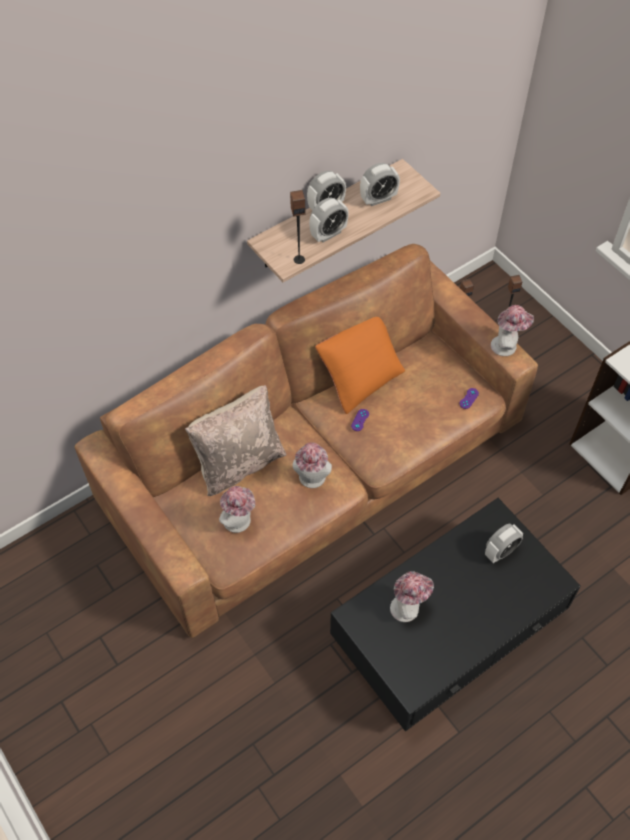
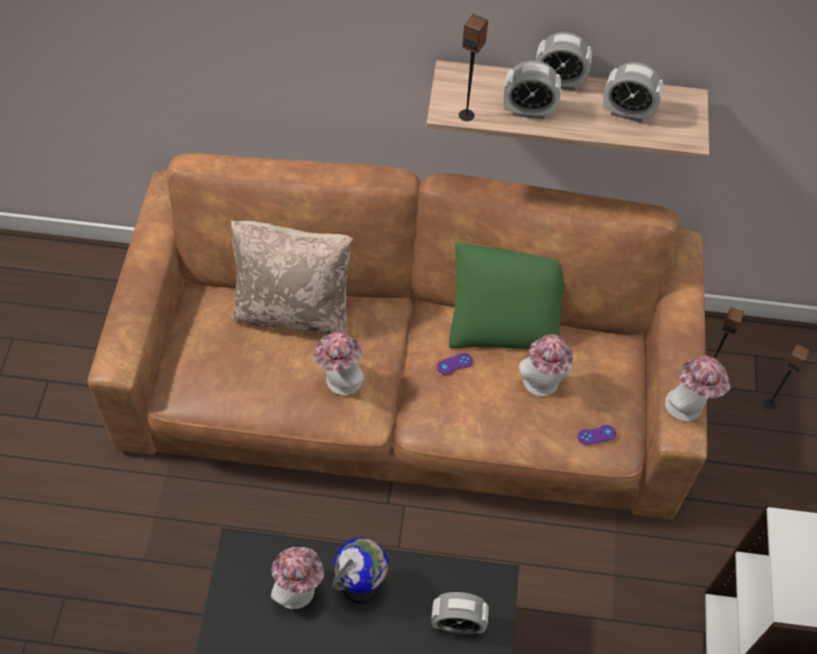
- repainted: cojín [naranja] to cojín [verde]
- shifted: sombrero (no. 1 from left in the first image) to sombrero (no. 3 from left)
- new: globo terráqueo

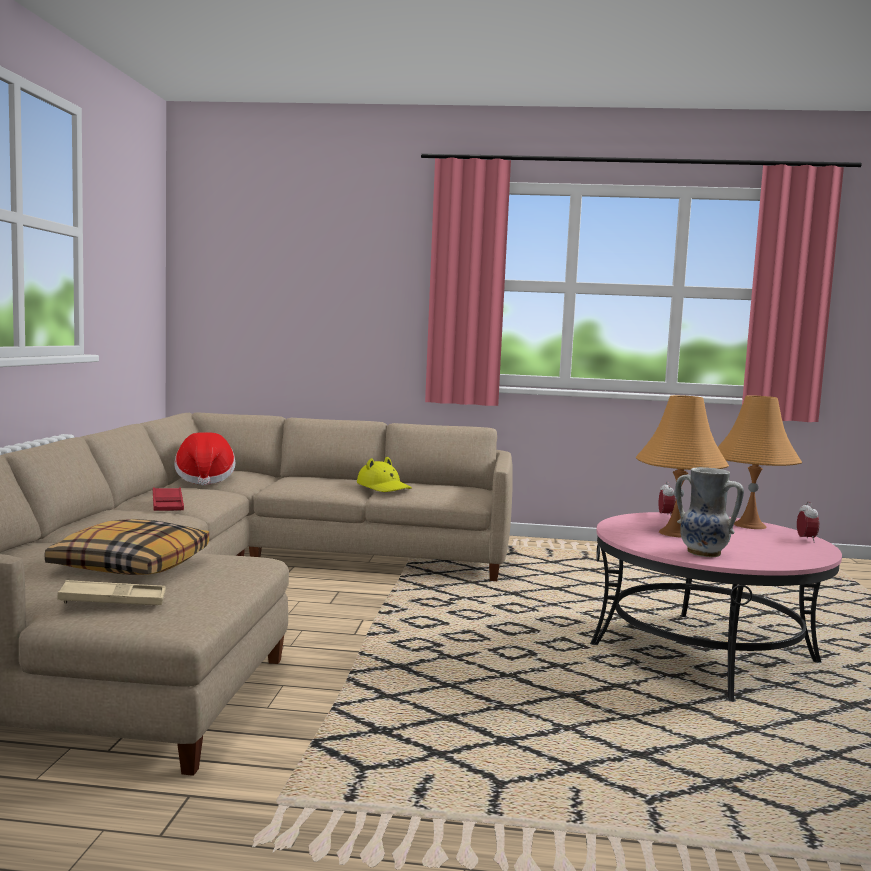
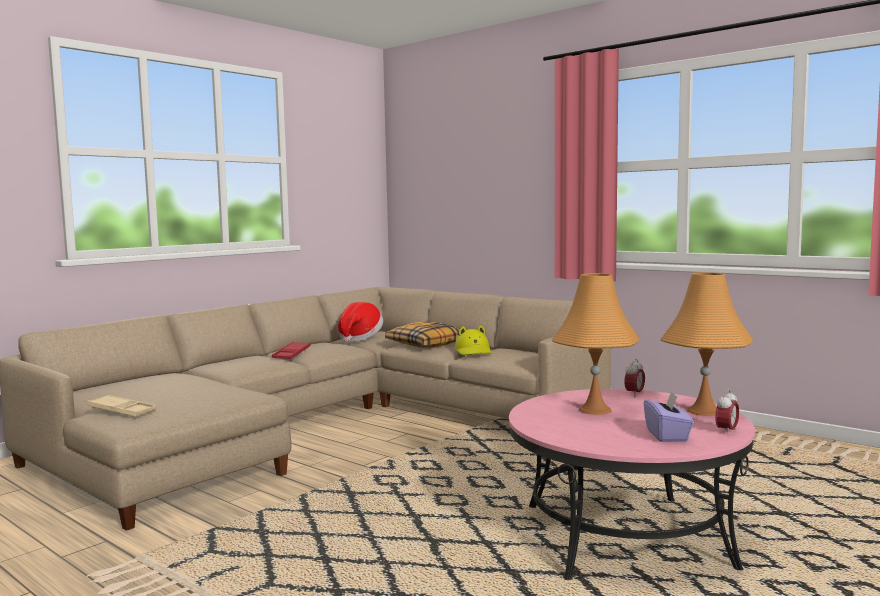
- gone: florero
- shifted: cojín
- new: caja de pañuelos [morado]

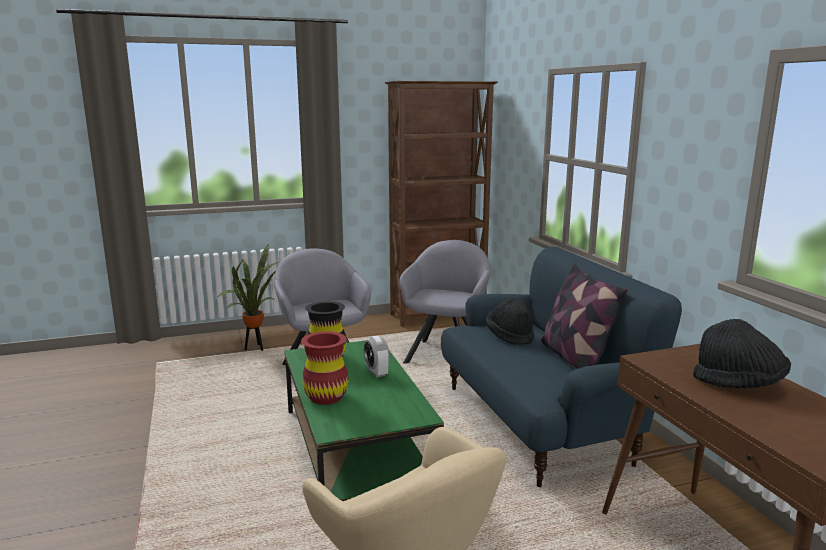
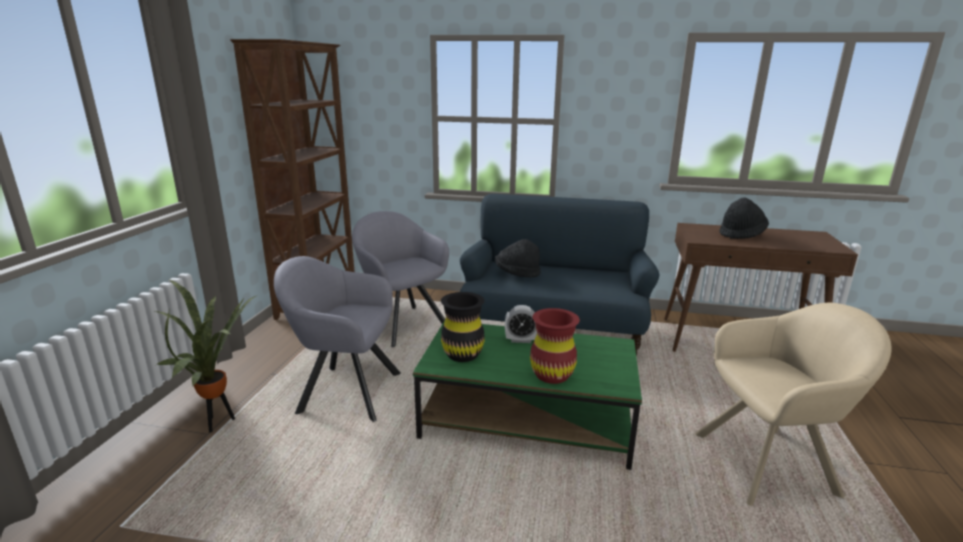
- gone: cojín

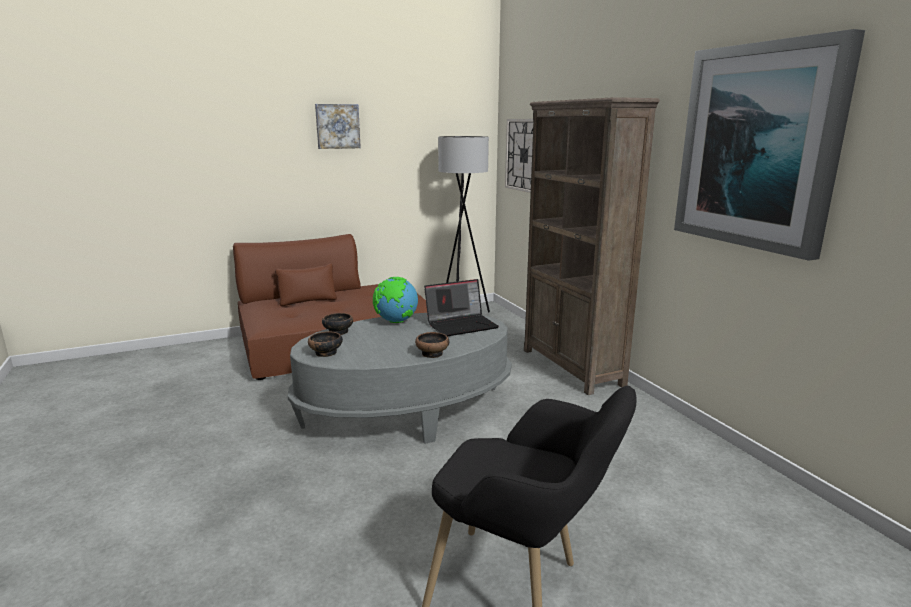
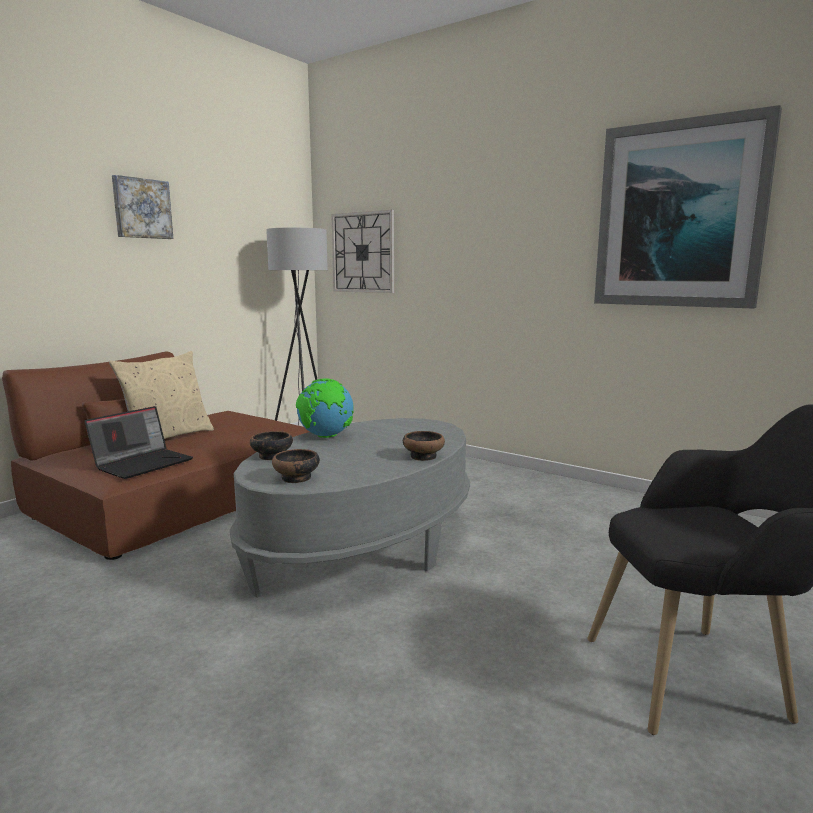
- gone: estantería [marrón]
- shifted: portátil
- new: cojín [beis]

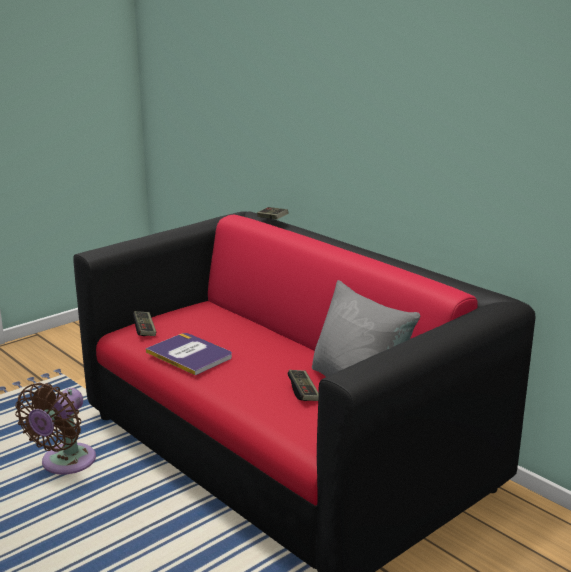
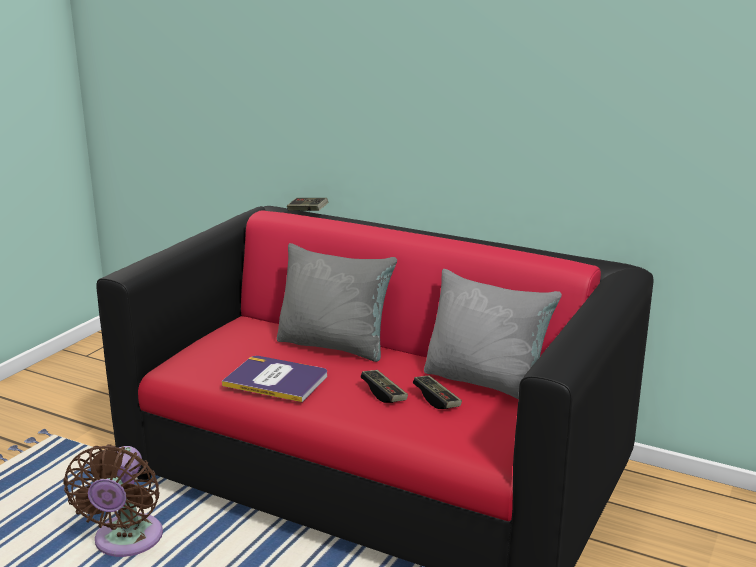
- shifted: mando de consola (no. 1 from left in the first image) to mando de consola (no. 2 from left)
- new: cojín [gris] (no. 1 from left)

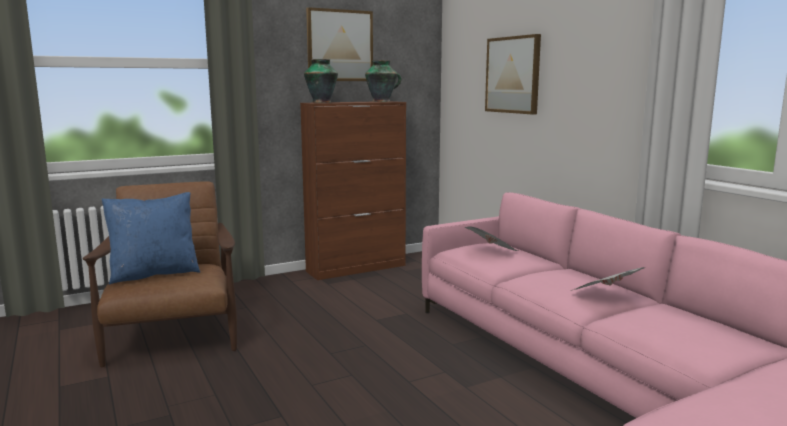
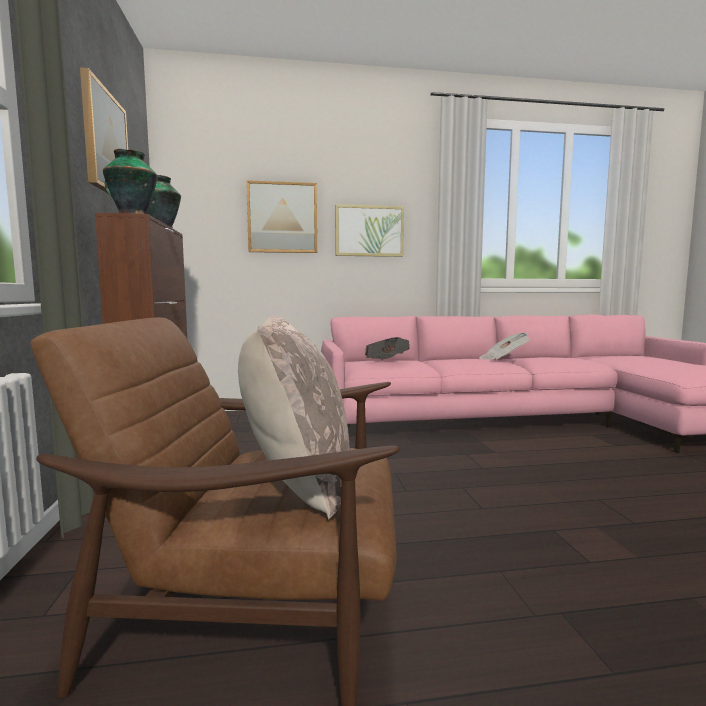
- repainted: cojín [azul] to cojín [beis]
- new: cuadro (no. 3 from left)

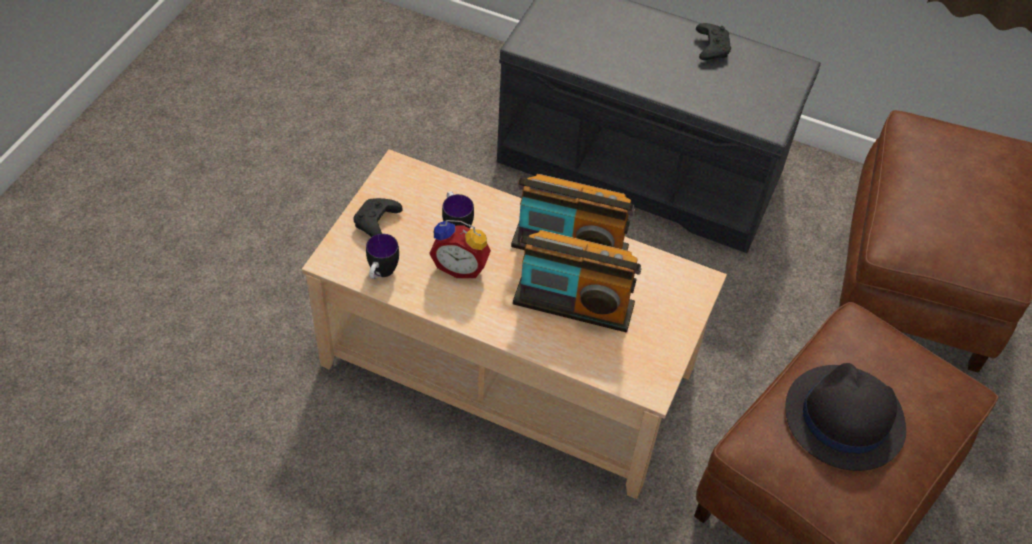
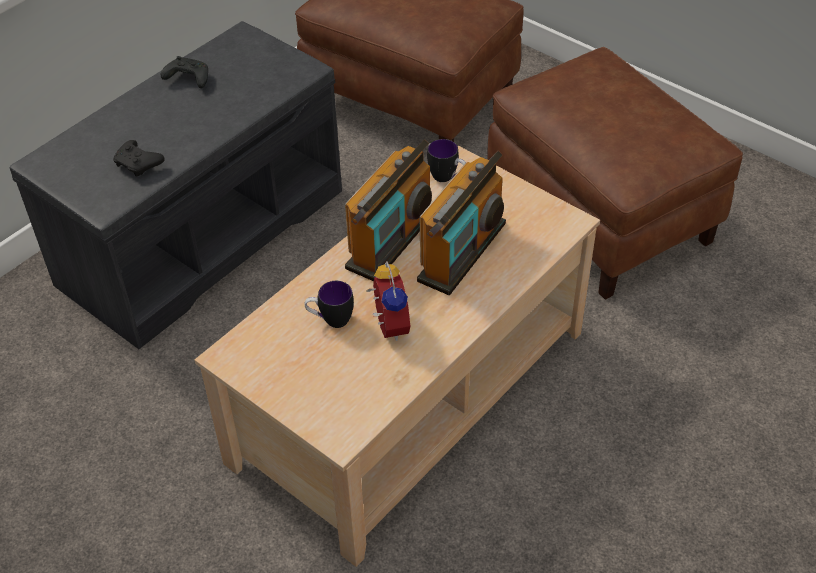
- shifted: mando de consola [negro] (no. 1 from left)
- rotated: despertador 45 degrees counterclockwise
- shifted: taza grande (no. 1 from left in the first image) to taza grande (no. 2 from left)
- gone: sombrero [negro]

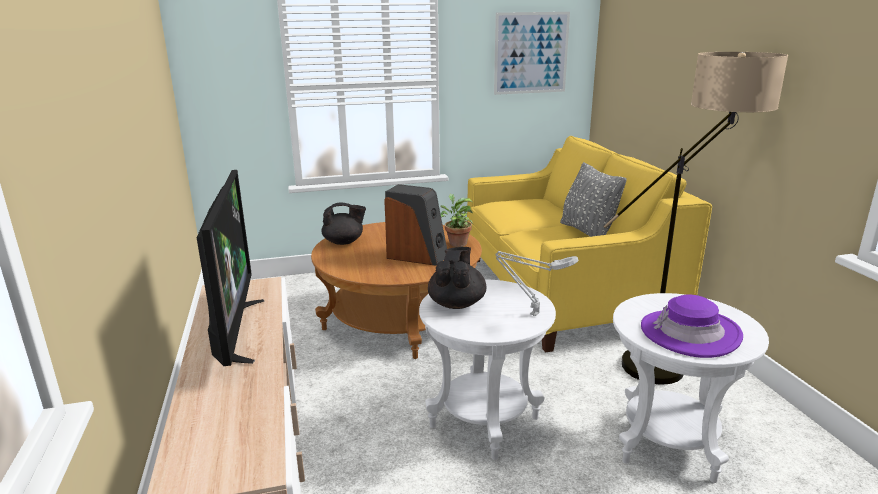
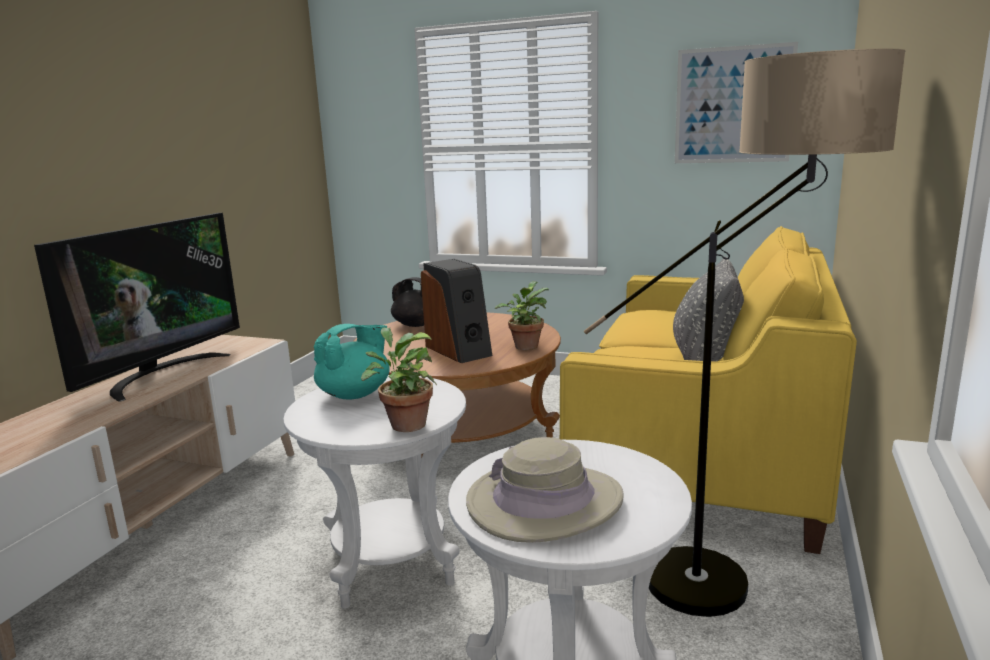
- repainted: tetera [negro] (no. 2 from left) to tetera [turquesa]
- swapped: lámpara de mesa [gris] to planta en maceta (no. 1 from left)
- repainted: sombrero [morado] to sombrero [beis]

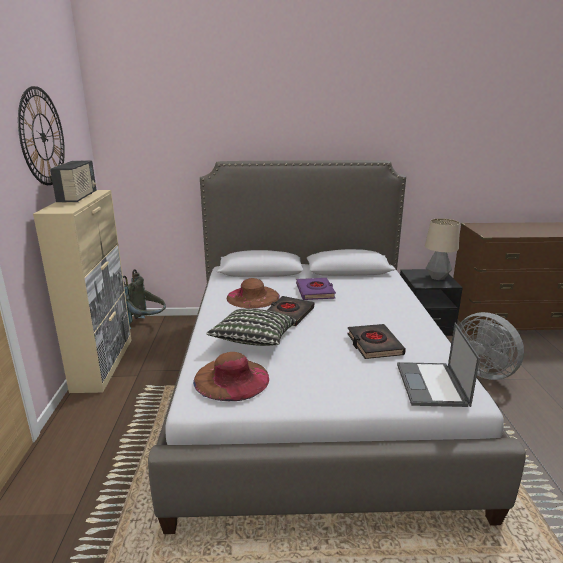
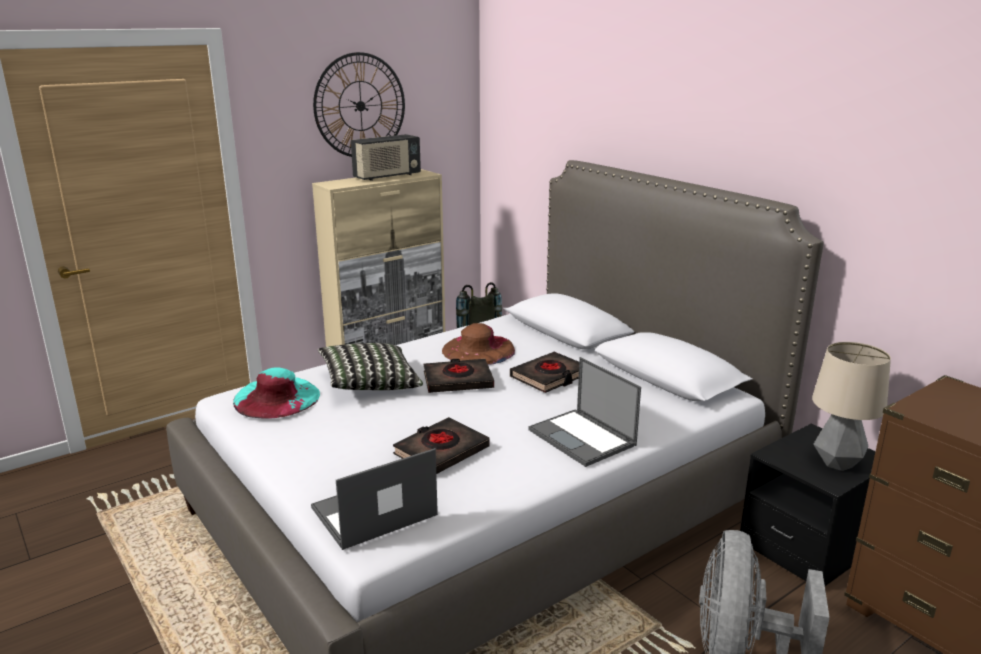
- repainted: libro [morado] to libro [negro] (no. 3 from left)
- repainted: sombrero [marrón] (no. 1 from left) to sombrero [turquesa]
- new: portátil (no. 2 from left)

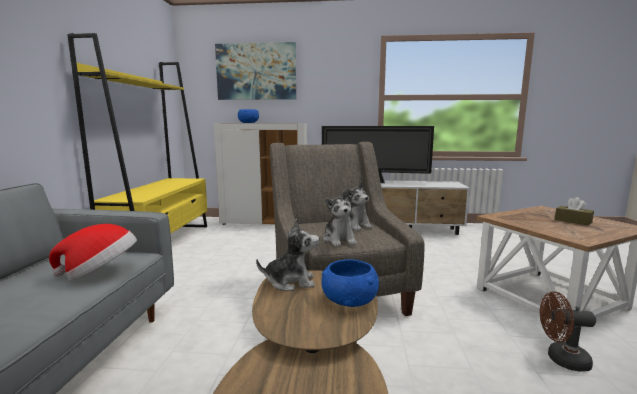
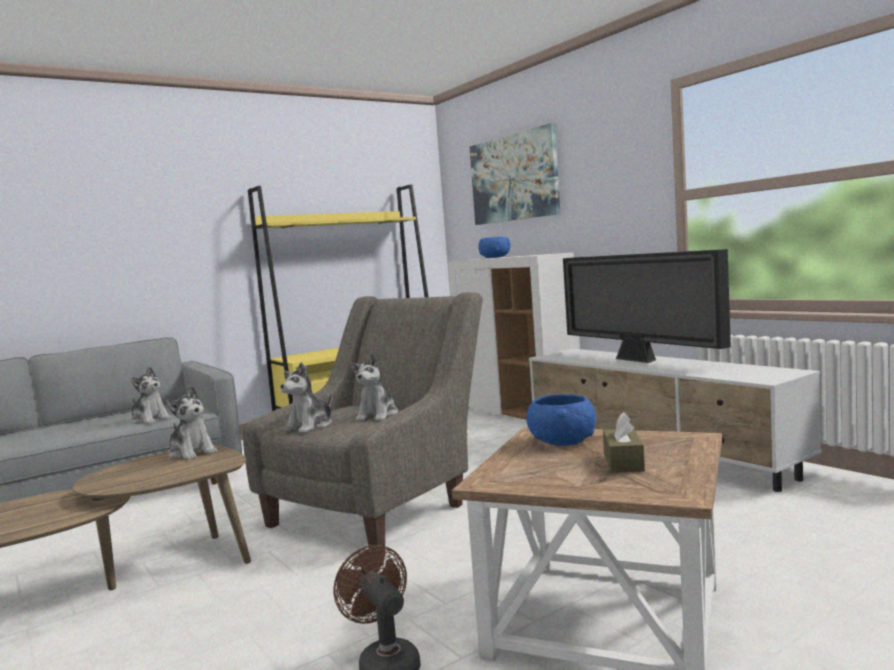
- swapped: sombrero to peluche (no. 1 from left)
- shifted: cuenco [azul] (no. 2 from left)

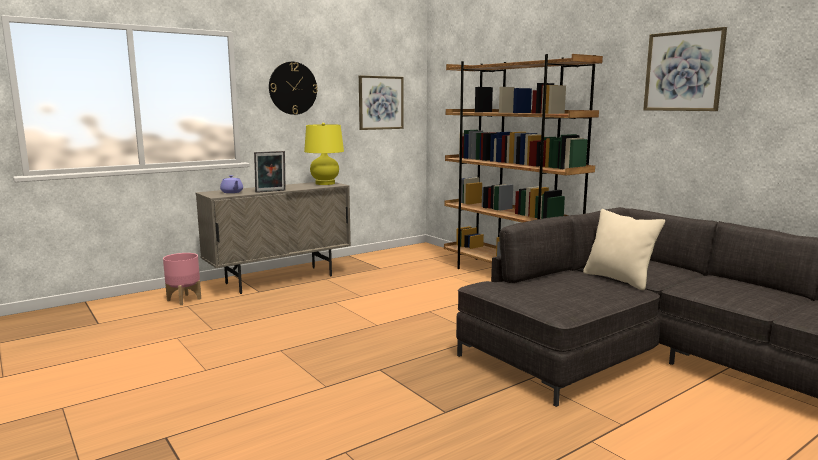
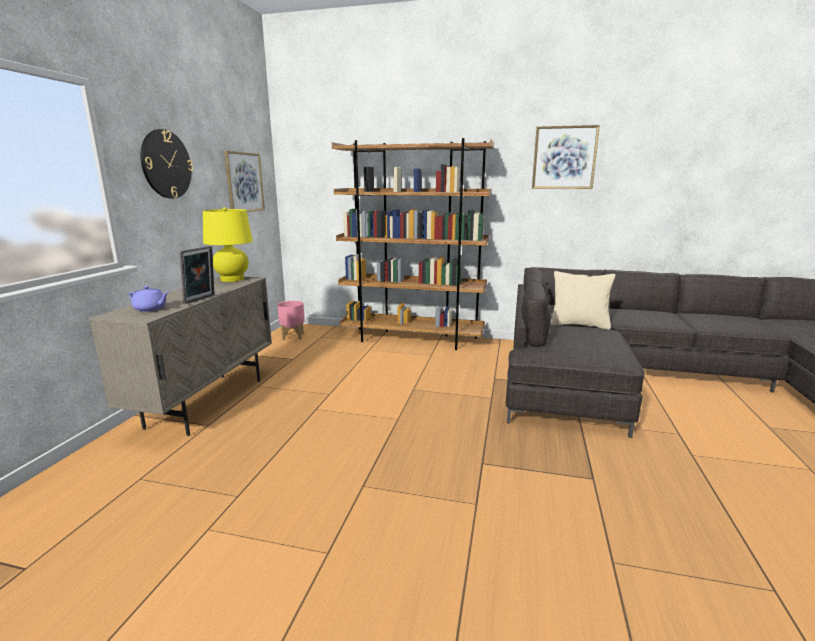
- shifted: maceta [rosa]

